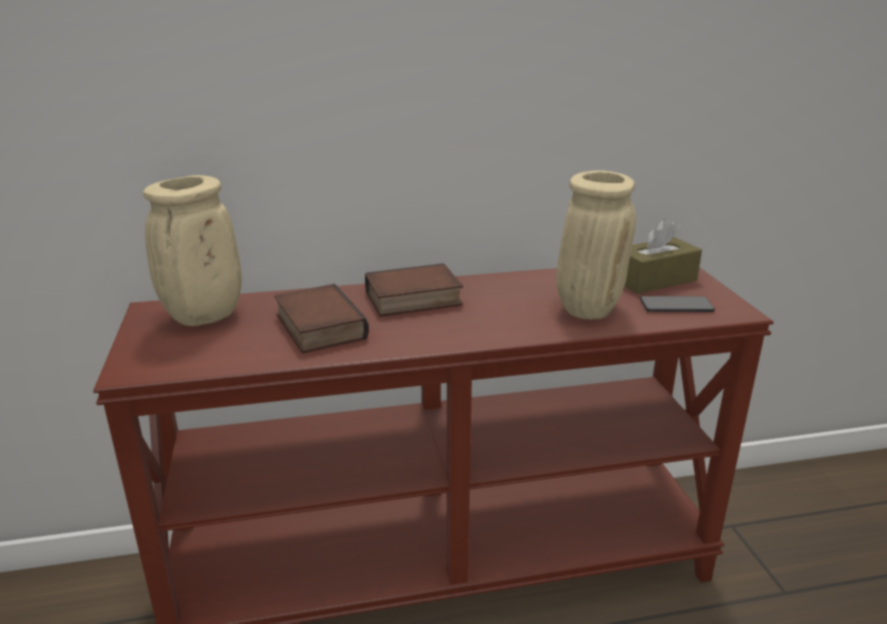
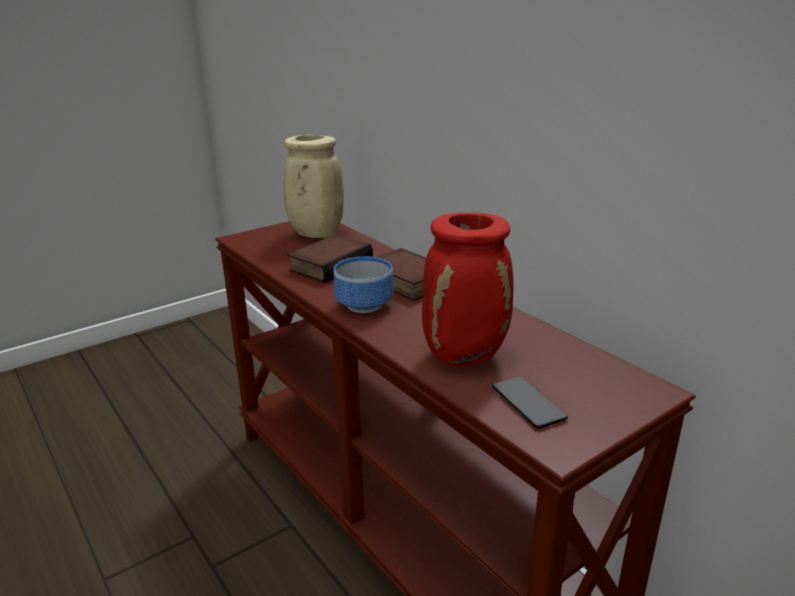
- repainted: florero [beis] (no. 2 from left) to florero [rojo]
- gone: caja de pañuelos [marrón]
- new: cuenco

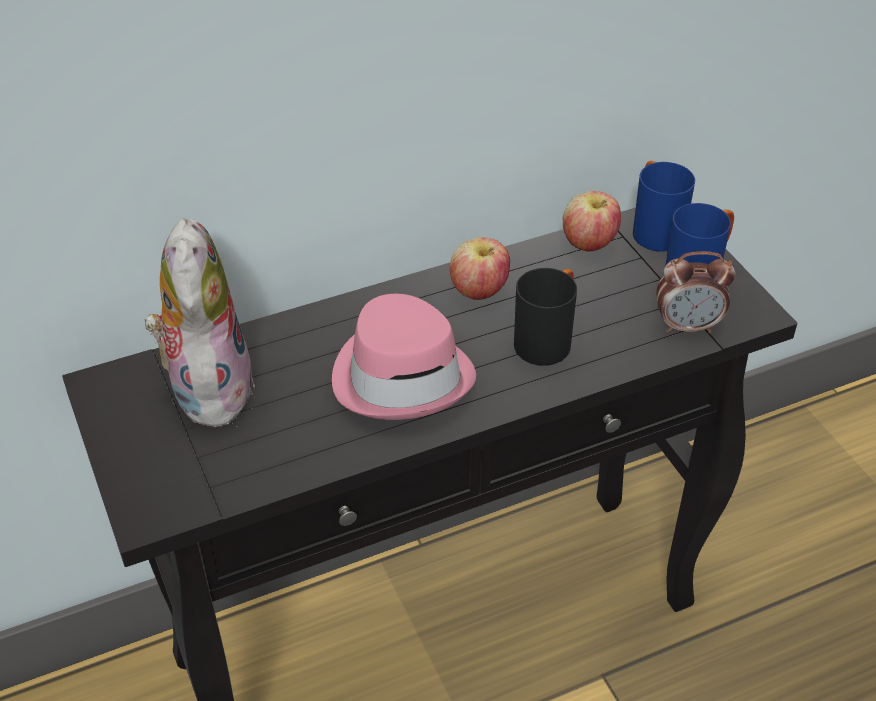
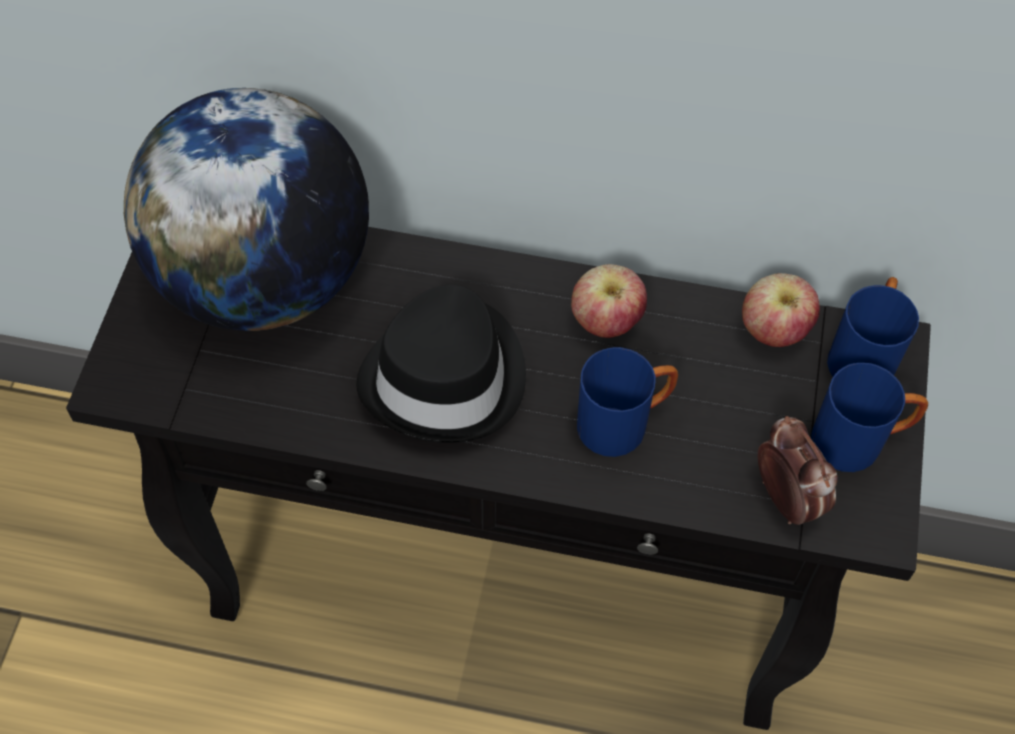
- swapped: peluche to globo terráqueo
- rotated: despertador 150 degrees counterclockwise
- repainted: taza grande [negro] to taza grande [azul] (no. 1 from left)
- repainted: sombrero [rosa] to sombrero [negro]

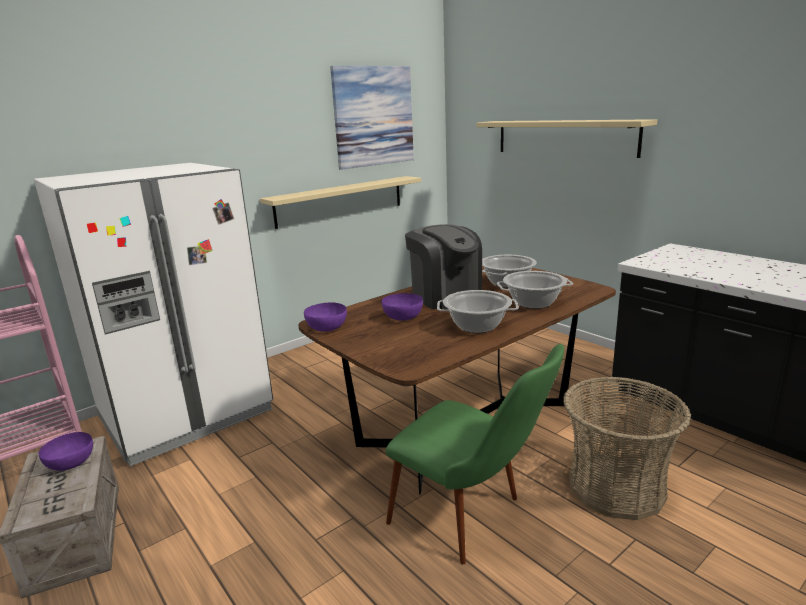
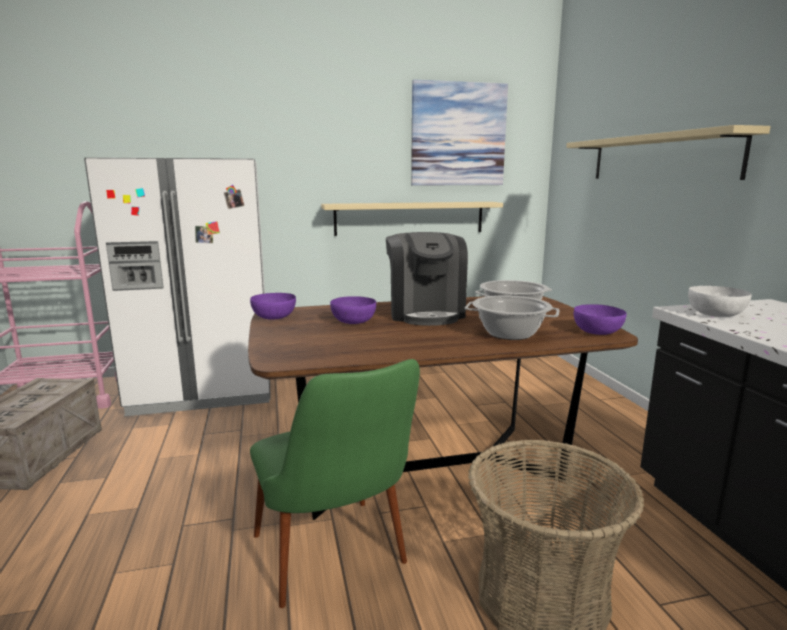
- gone: olla (no. 1 from left)
- shifted: cuenco [morado] (no. 1 from left in the first image) to cuenco [morado] (no. 3 from left)
- new: cuenco [blanco]

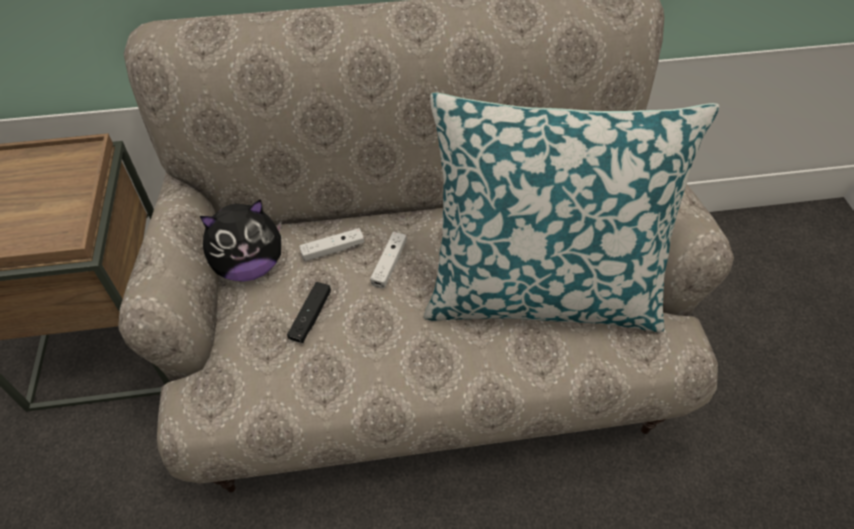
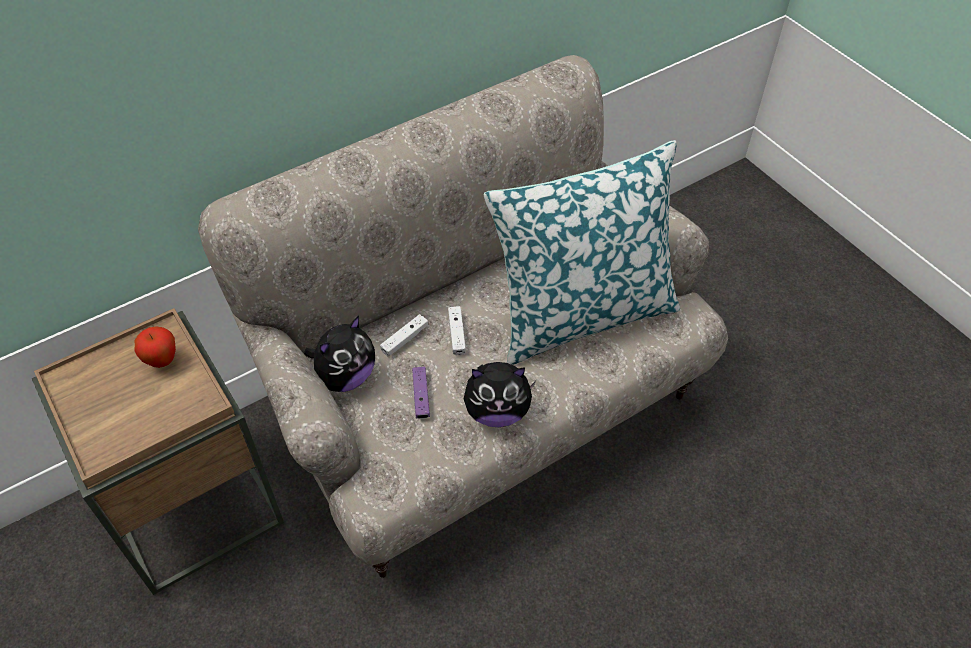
- repainted: mando de consola [negro] to mando de consola [morado]
- new: manzana
- new: peluche (no. 2 from left)

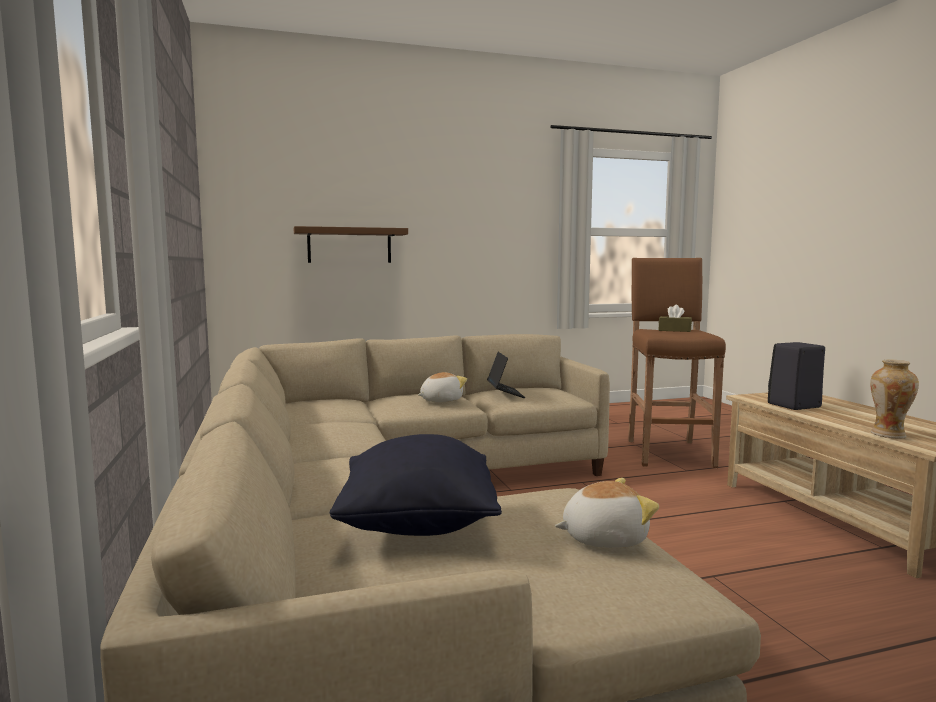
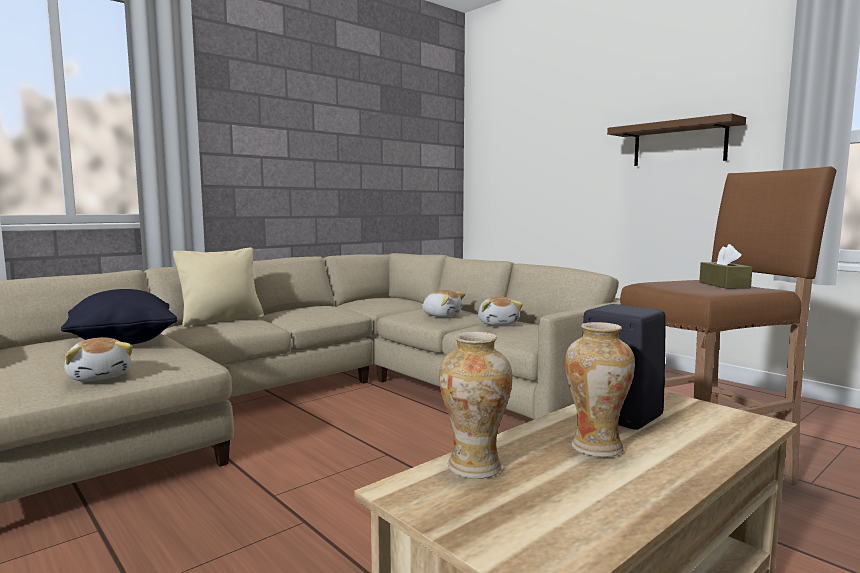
- shifted: estante [marrón]
- swapped: portátil to peluche (no. 3 from left)
- new: cojín [beis]
- new: florero (no. 2 from left)

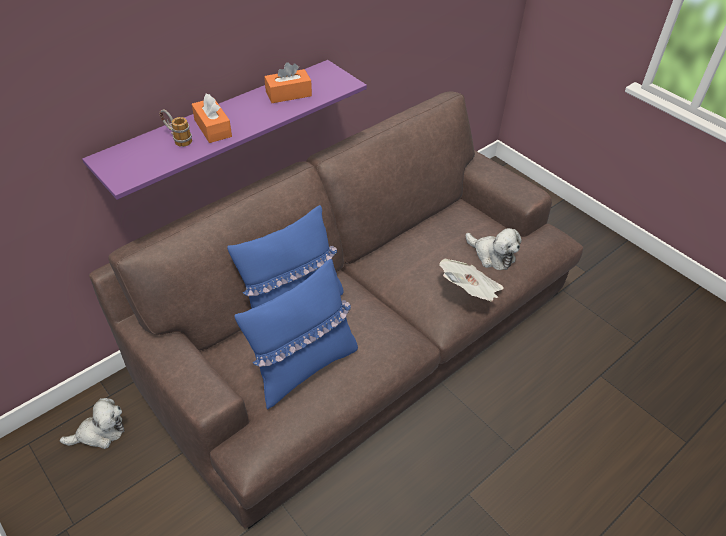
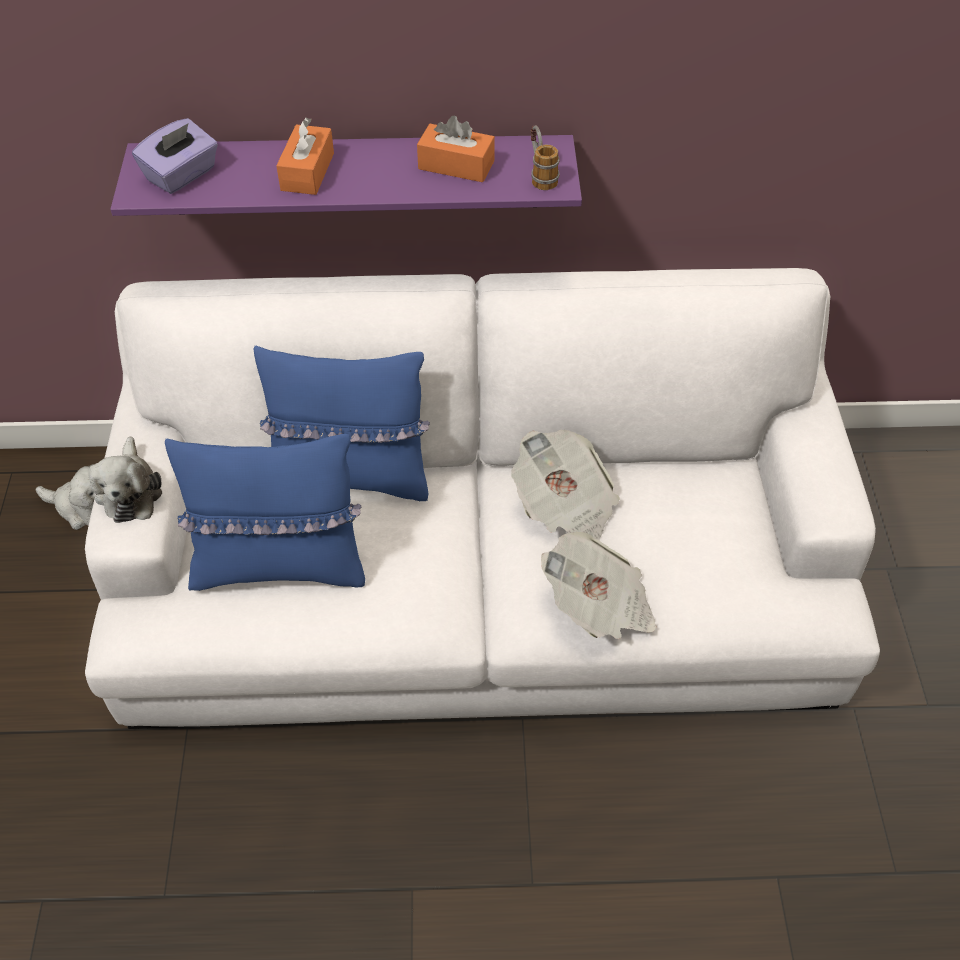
- repainted: sofá [marrón] to sofá [blanco]
- shifted: taza grande
- shifted: peluche (no. 2 from left)
- new: caja de pañuelos [morado]
- new: periódico (no. 1 from left)

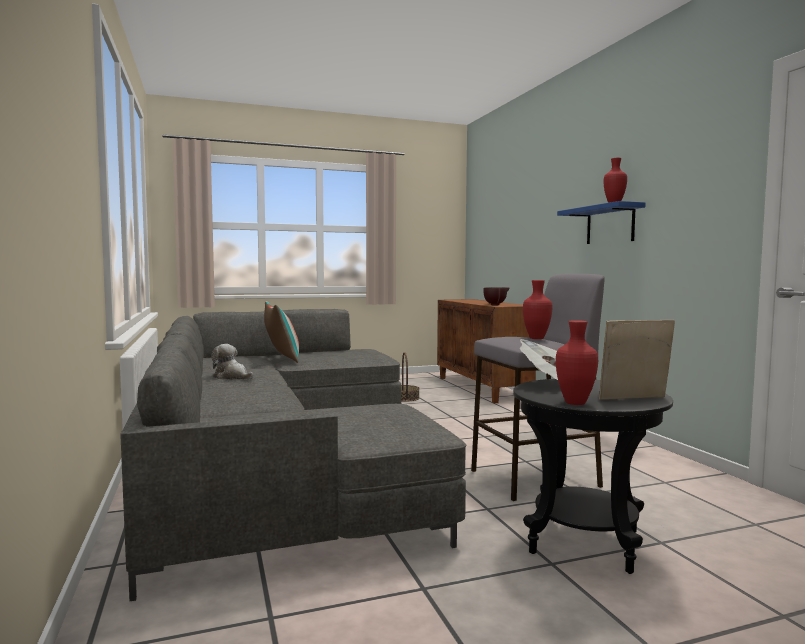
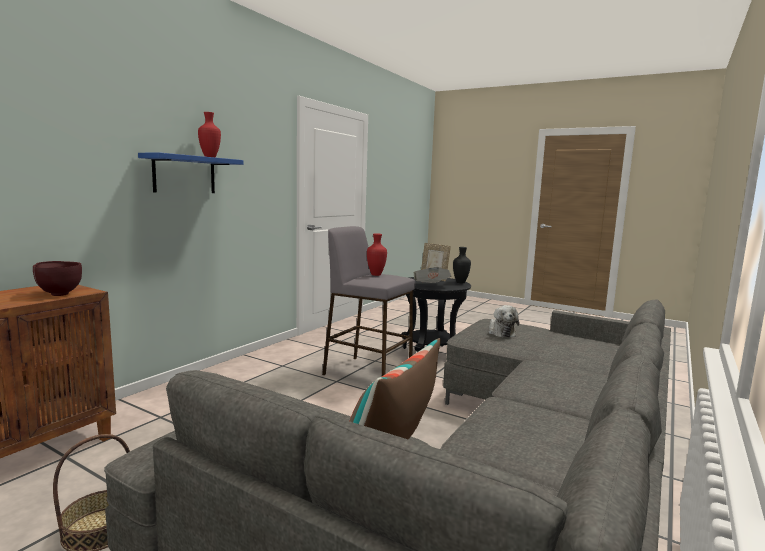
- repainted: florero [rojo] (no. 2 from left) to florero [negro]
- shifted: peluche

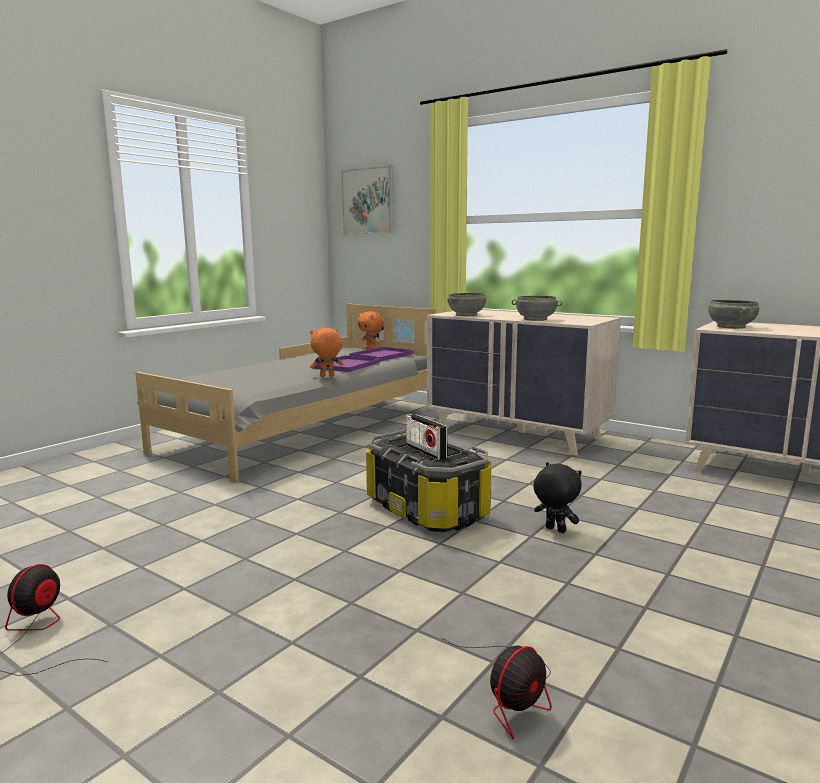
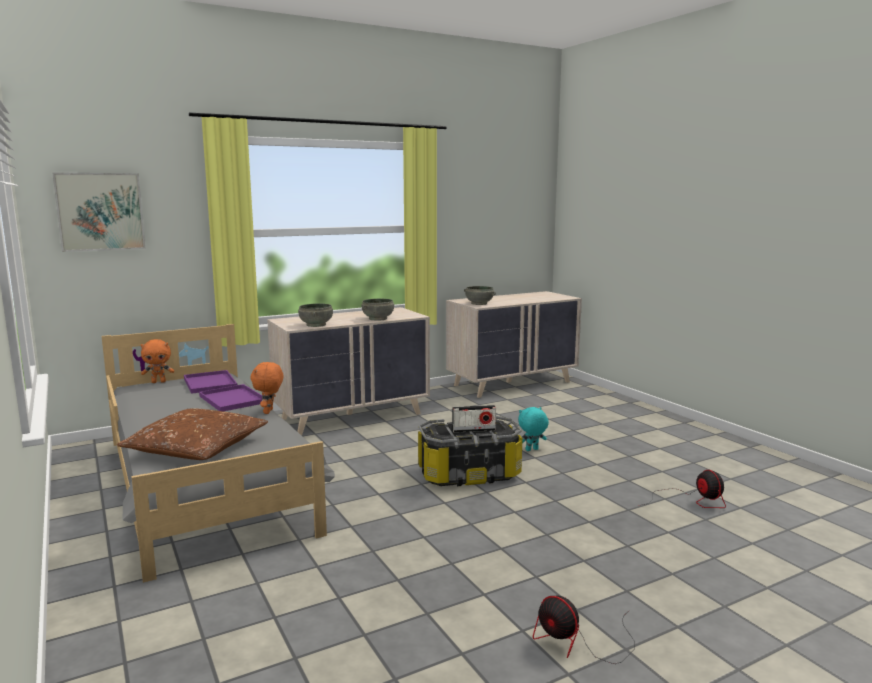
- repainted: peluche [negro] to peluche [turquesa]
- new: cojín [marrón]

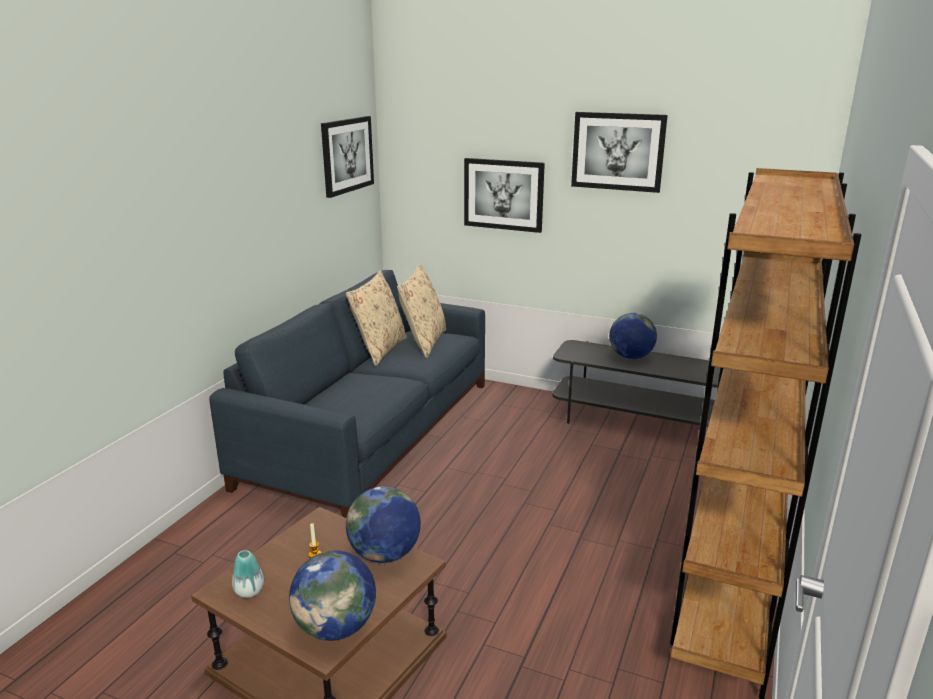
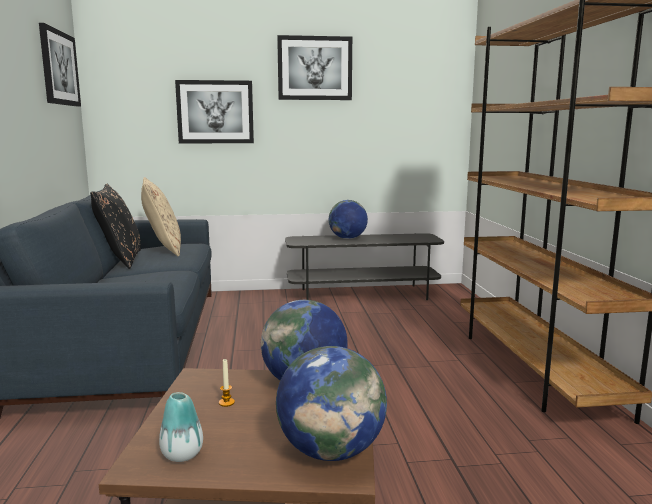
- repainted: cojín [beis] (no. 1 from left) to cojín [negro]

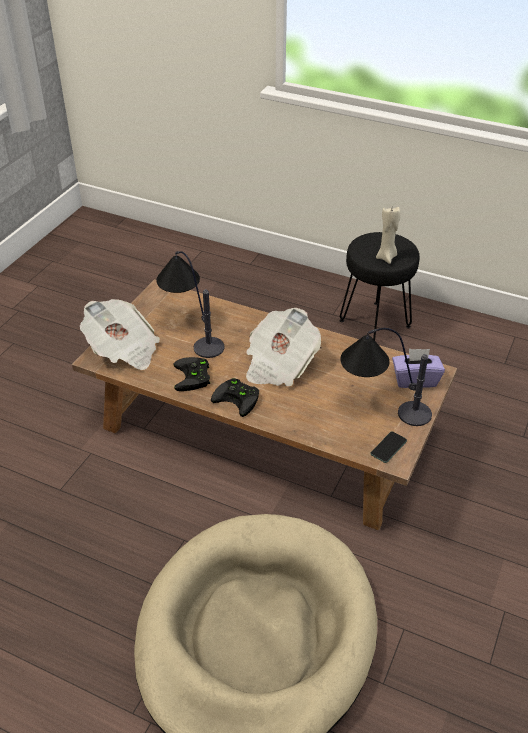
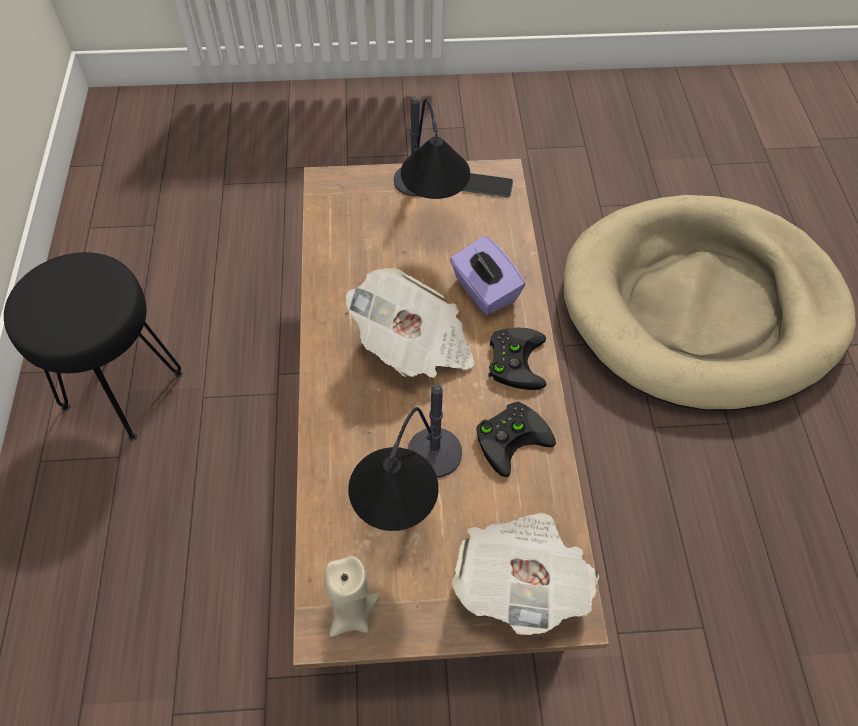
- shifted: vela [beis]
- shifted: caja de pañuelos [morado]

